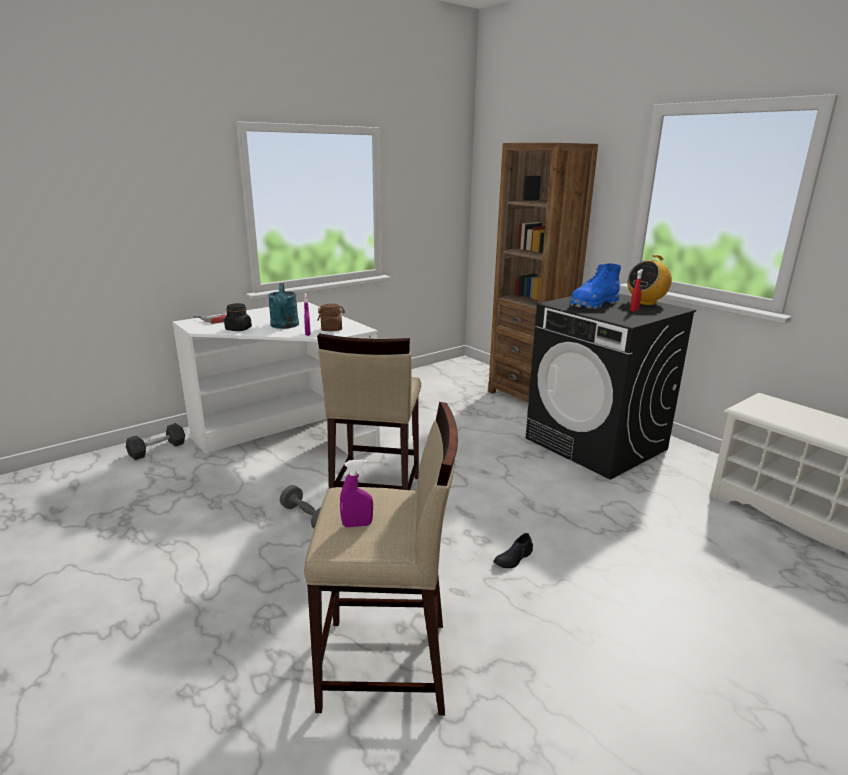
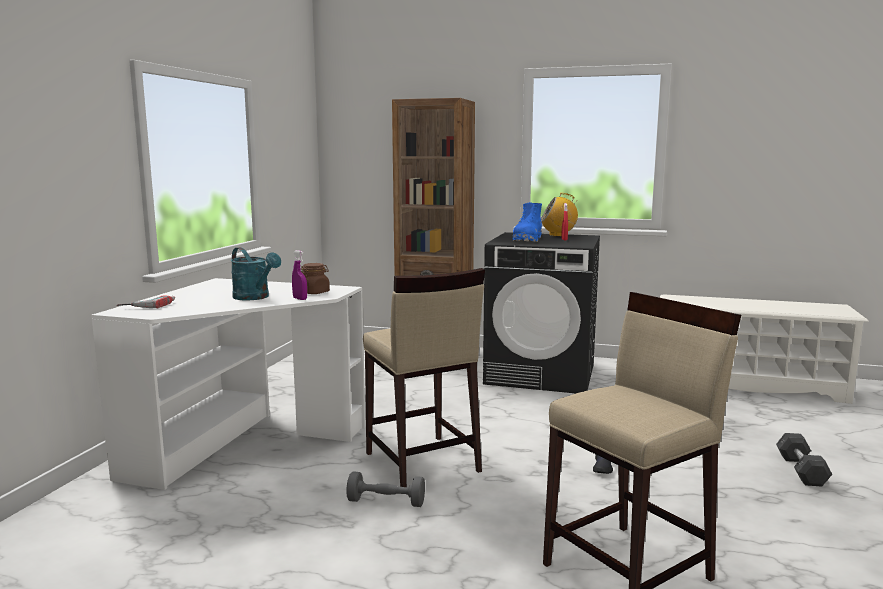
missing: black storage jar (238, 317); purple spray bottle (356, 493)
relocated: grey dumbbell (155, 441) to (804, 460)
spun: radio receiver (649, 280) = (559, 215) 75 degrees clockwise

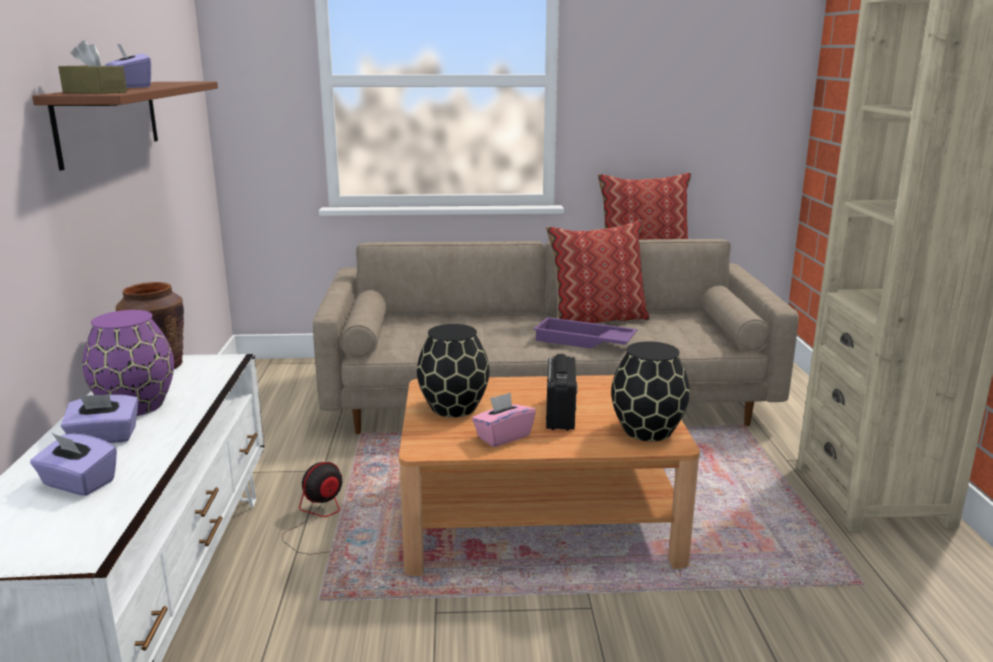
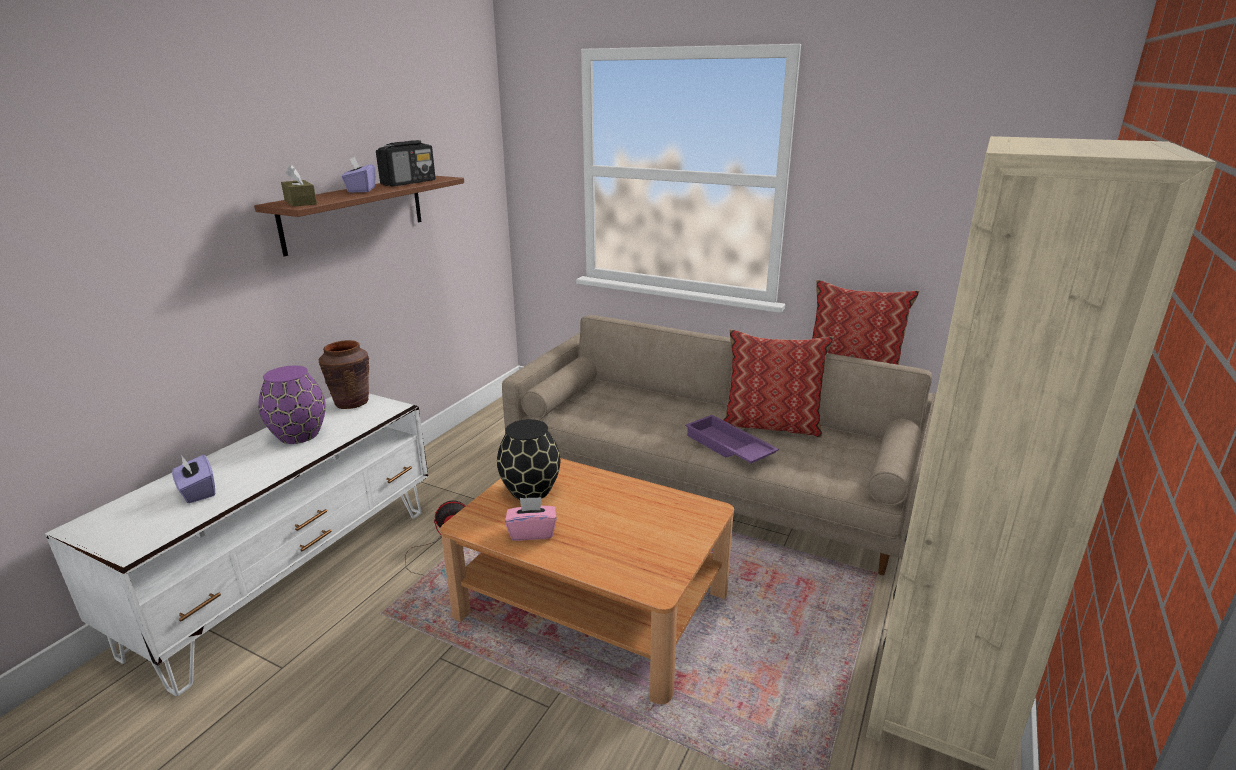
missing: purple tissue holder (99, 418); black decorative vase (650, 391)
relocated: radio receiver (561, 392) to (406, 163)

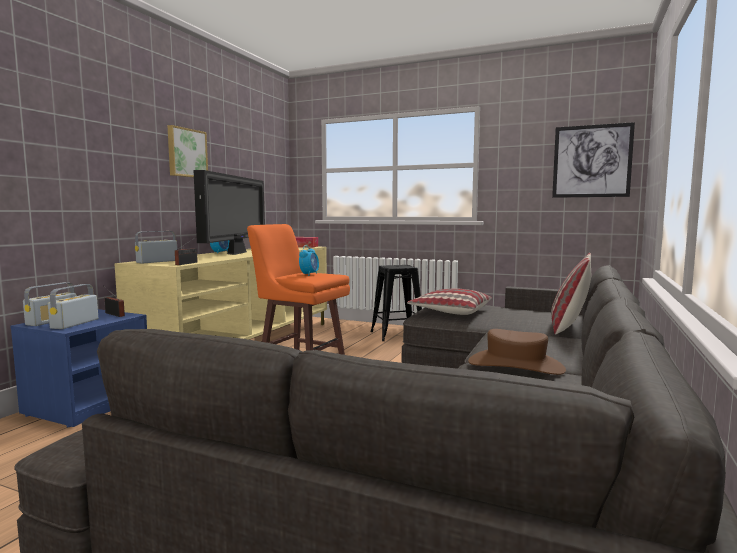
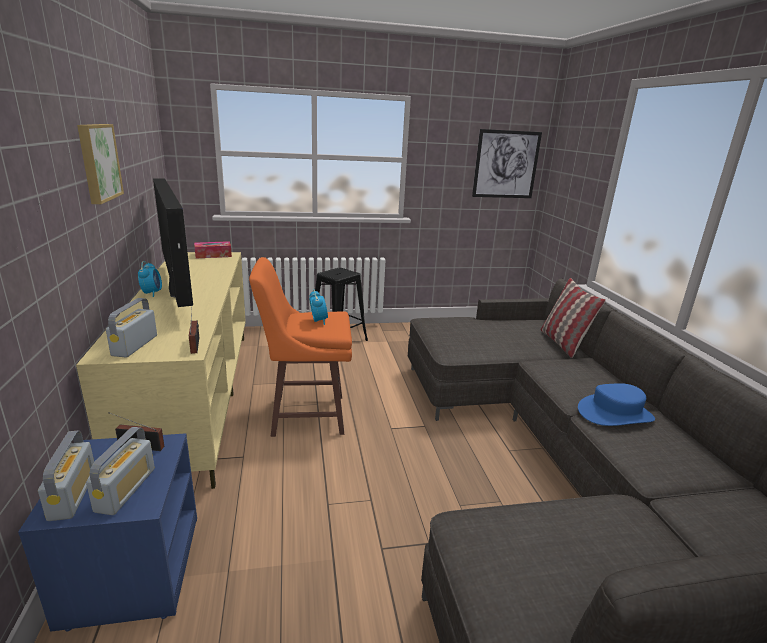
missing: throw pillow (449, 301)
colour: brown-coloured wearable hat (517, 352) to blue-coloured wearable hat (616, 404)
spun: radio receiver (73, 306) = (120, 471) 150 degrees counterclockwise

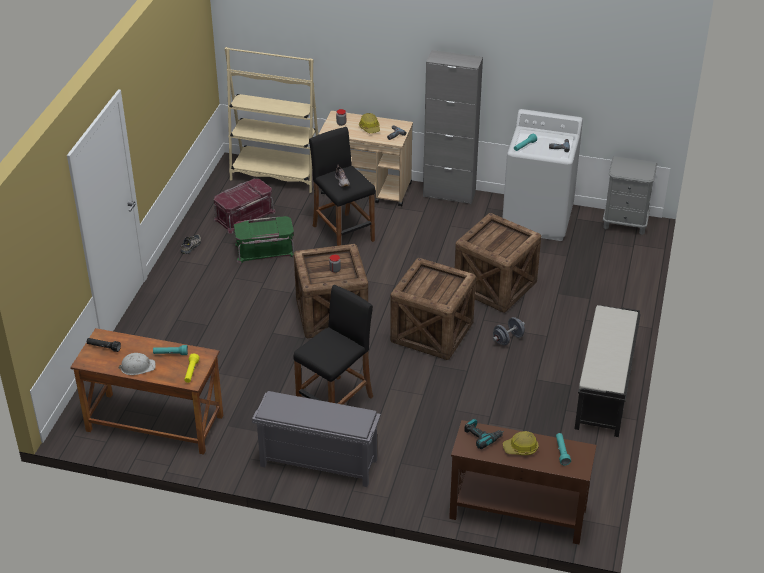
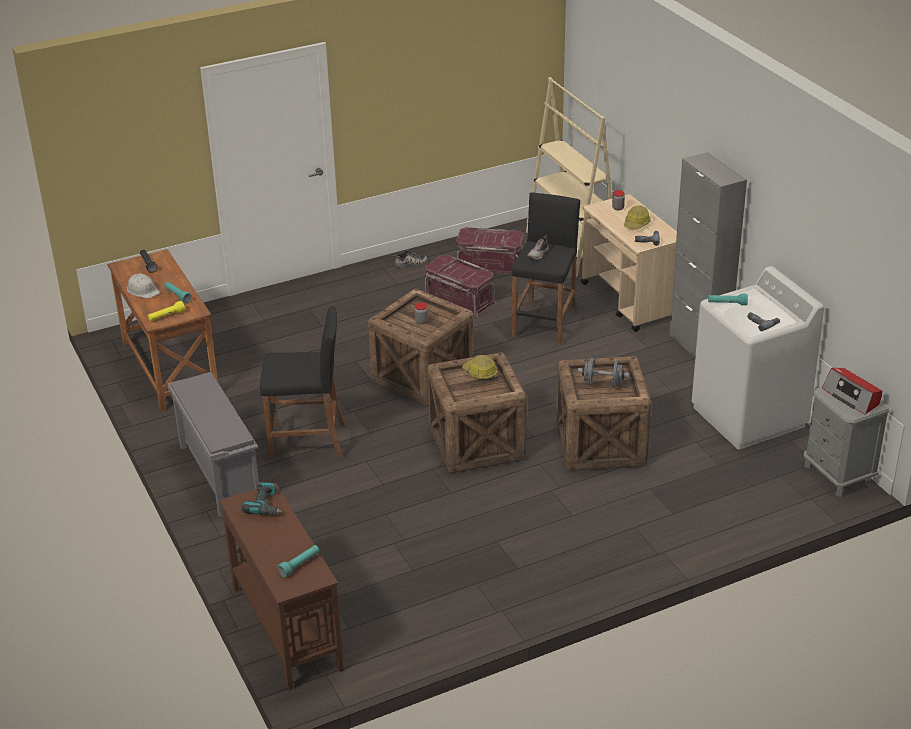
missing: black indoor bench (608, 371)
appeared: radio receiver (852, 391)
relocated: grey dumbbell (509, 331) to (603, 373); safety helmet (521, 443) to (479, 367)
colour: green-coloured storage bin (264, 239) to red storage bin (461, 286)

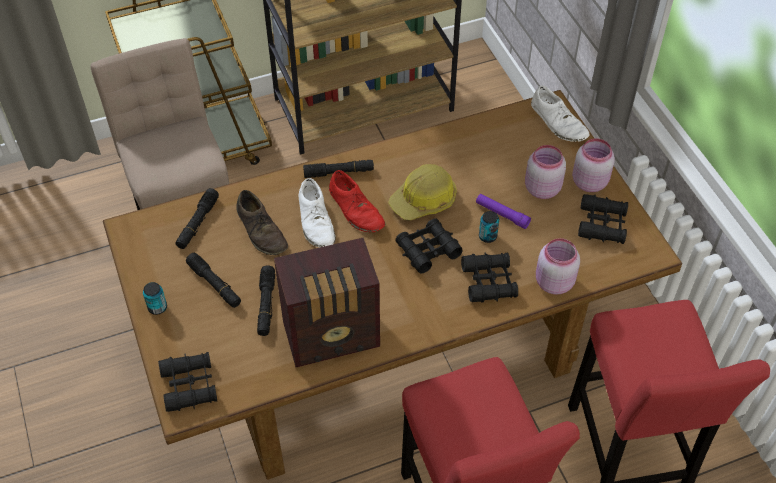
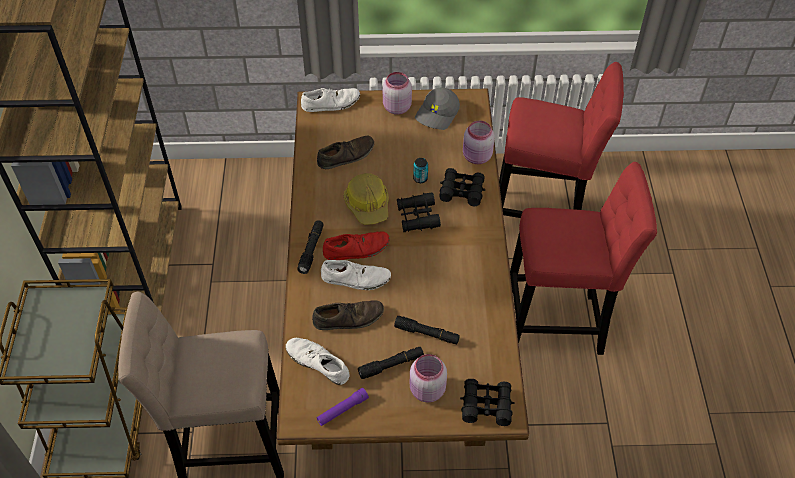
missing: metal can (155, 298); radio receiver (327, 302)
appeared: brown-coloured shoe (345, 152)
relocated: purple flashlight (503, 211) to (343, 407); pinkish storage jar (545, 172) to (428, 378)
exchanged: black flashlight (197, 218) to white shoe (317, 361); black binoculars (603, 219) to grey peaked cap (437, 108)

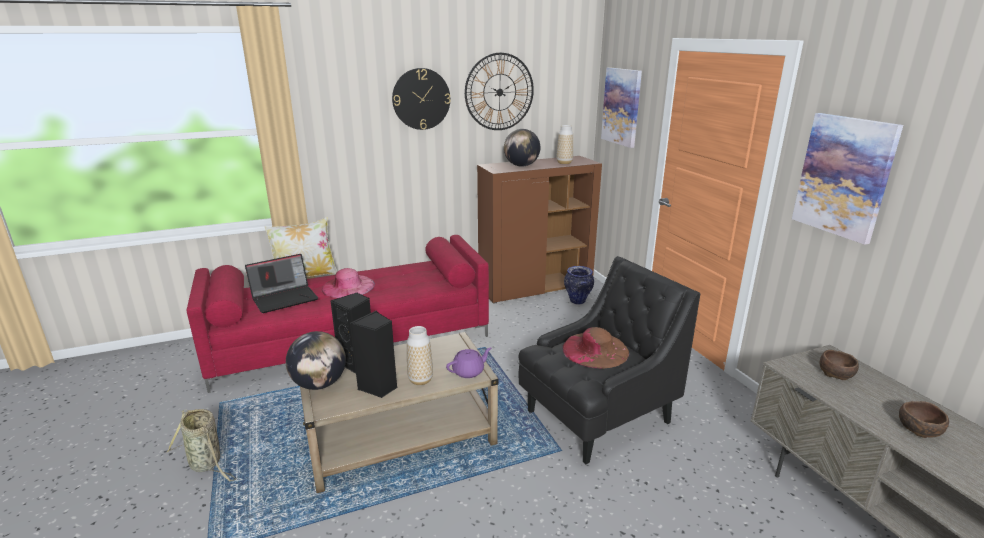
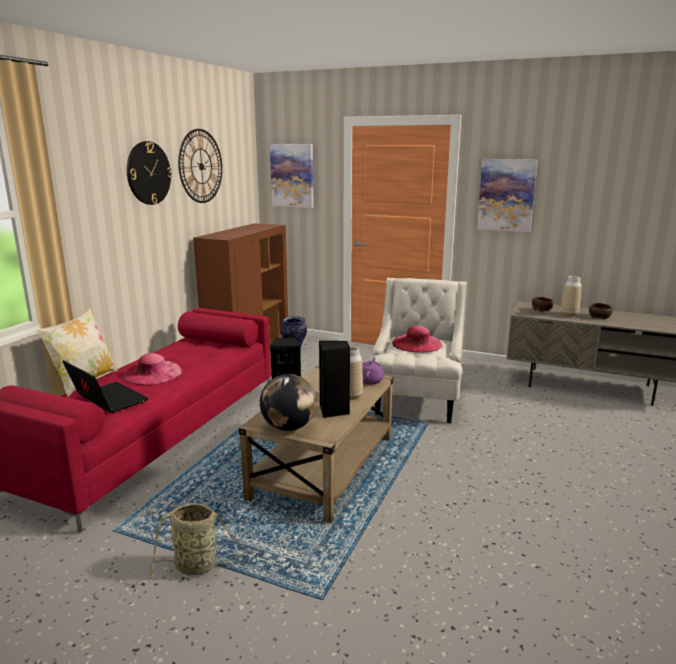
missing: globe (522, 147)
relocated: decorative vase (565, 144) to (571, 296)
colour: black lounge chair (609, 360) to white lounge chair (419, 350); brown-coloured wearable hat (595, 348) to pinkish wearable hat (417, 339)
spun: notebook computer (281, 283) = (105, 386) 60 degrees counterclockwise

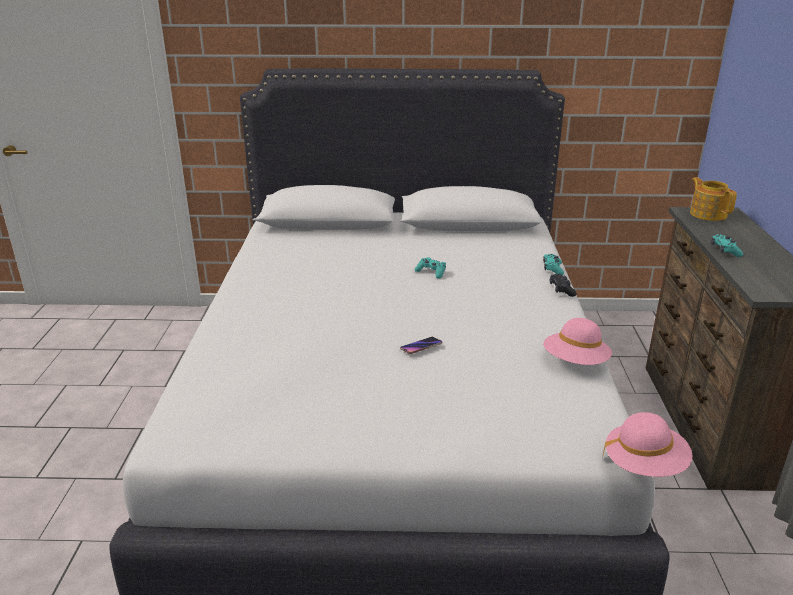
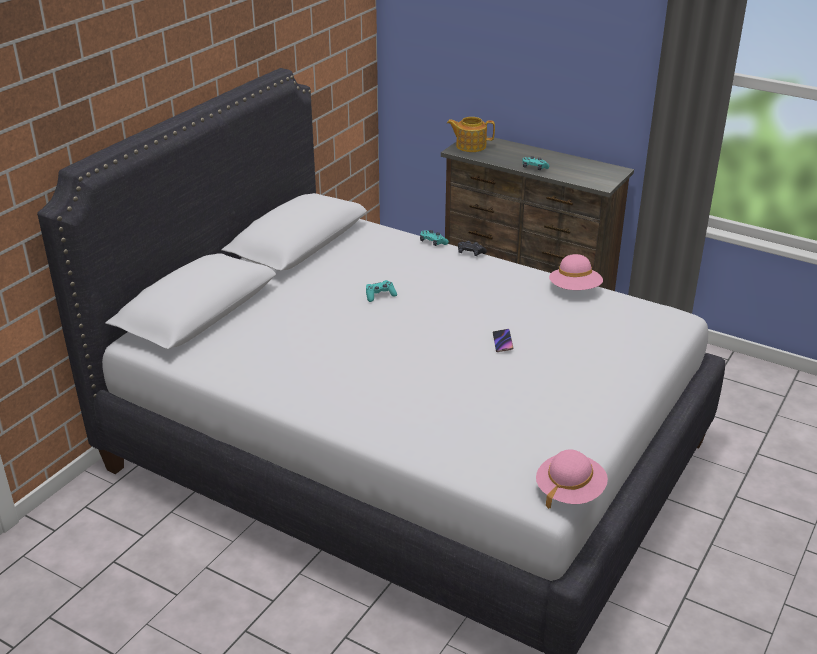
relocated: pinkish wearable hat (647, 444) to (572, 479)

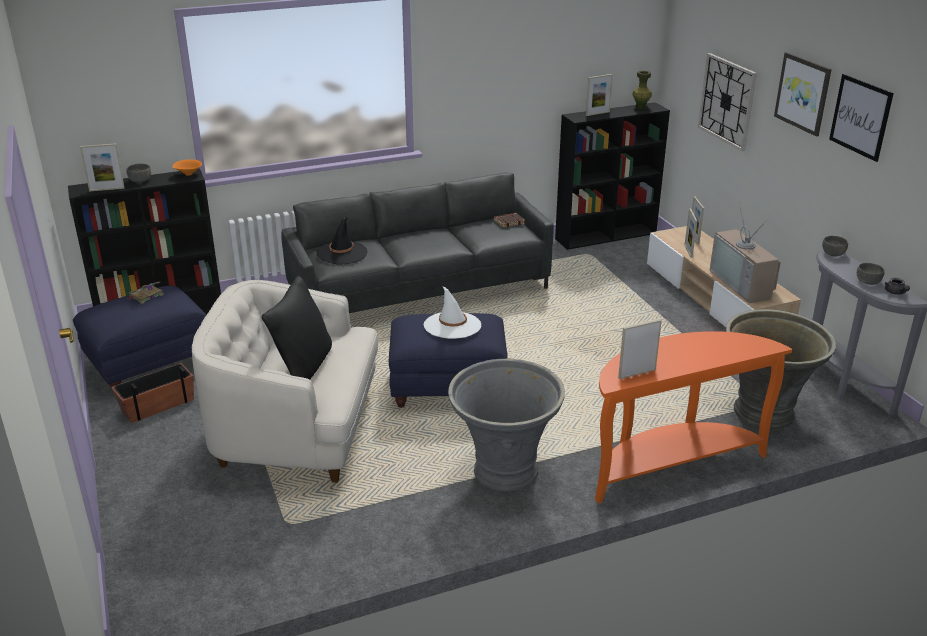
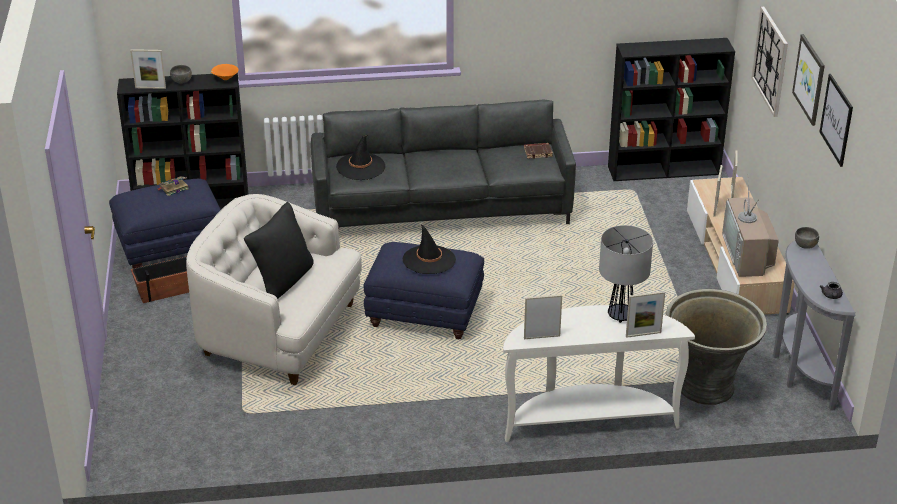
missing: grey planter (506, 425); green-coloured decorative vase (642, 90); grey serving bowl (870, 274)
appeared: tabletop lamp (626, 274)
relocated: standing frame (599, 95) to (645, 314)
colour: white wearable hat (452, 312) to black wearable hat (429, 249); orangey narrow table (693, 417) to white narrow table (599, 373)

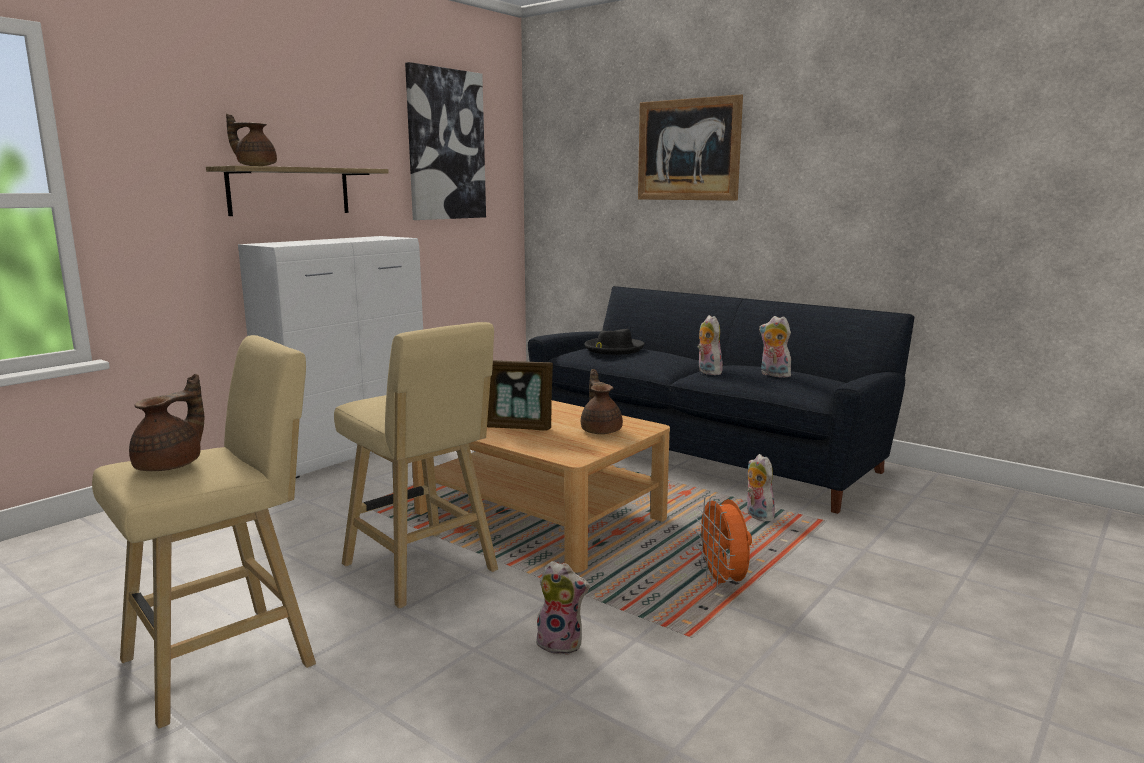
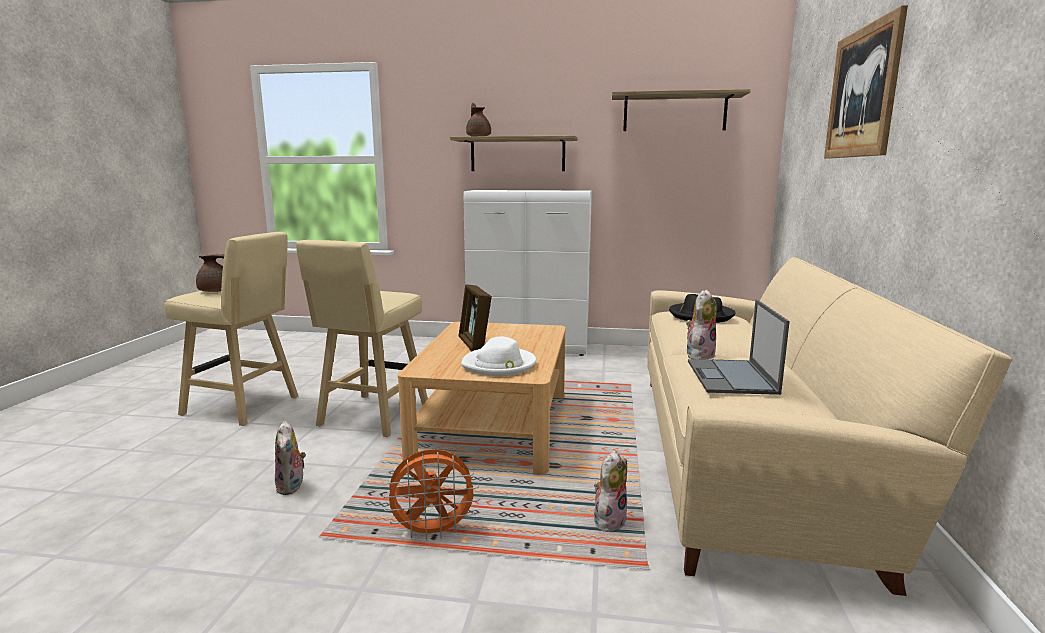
exchanged: wall art (445, 141) to bracket shelf (681, 110); brown-coloured teapot (602, 401) to white wearable hat (498, 356); soft toy (776, 347) to notebook computer (739, 347)
colour: black settee (721, 400) to sand-coloured settee (829, 426)
spun: orangey electric fan (723, 542) = (431, 494) 150 degrees counterclockwise

